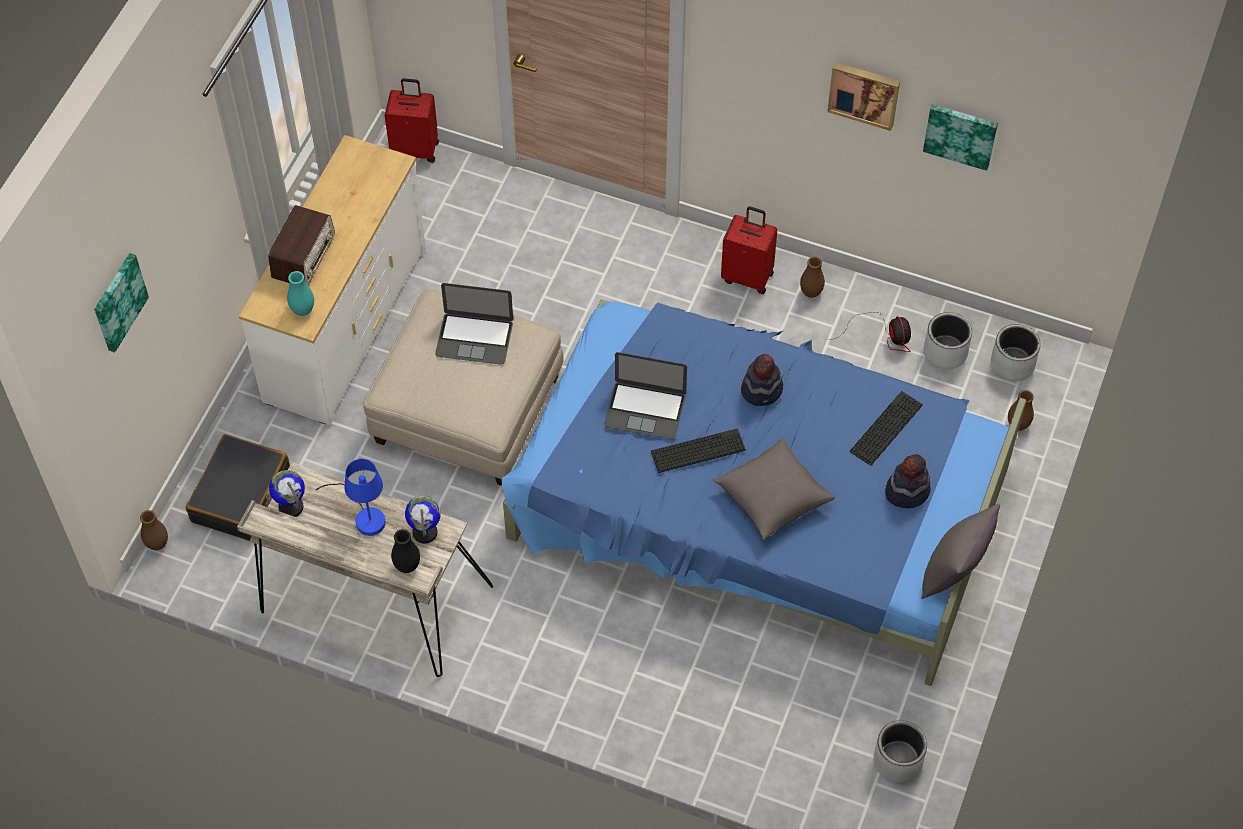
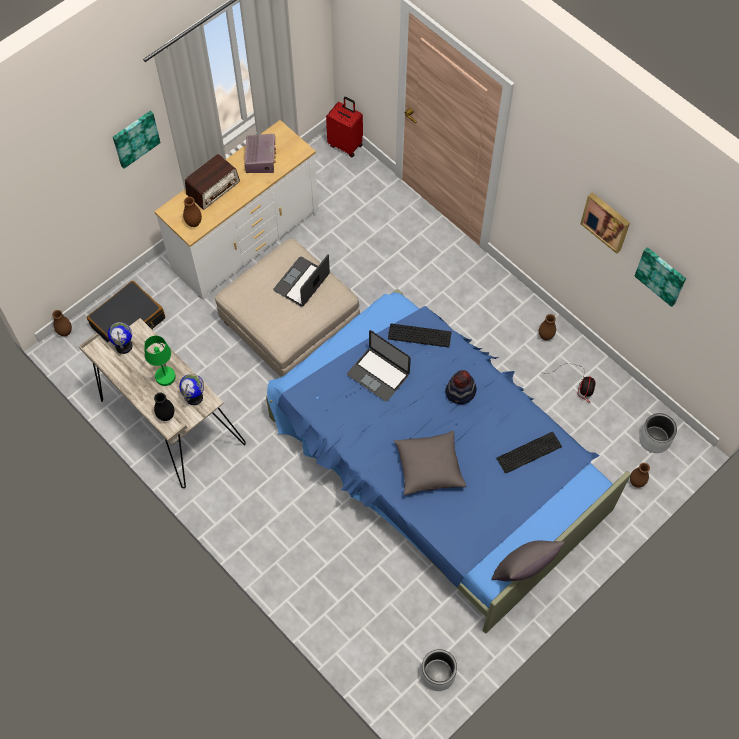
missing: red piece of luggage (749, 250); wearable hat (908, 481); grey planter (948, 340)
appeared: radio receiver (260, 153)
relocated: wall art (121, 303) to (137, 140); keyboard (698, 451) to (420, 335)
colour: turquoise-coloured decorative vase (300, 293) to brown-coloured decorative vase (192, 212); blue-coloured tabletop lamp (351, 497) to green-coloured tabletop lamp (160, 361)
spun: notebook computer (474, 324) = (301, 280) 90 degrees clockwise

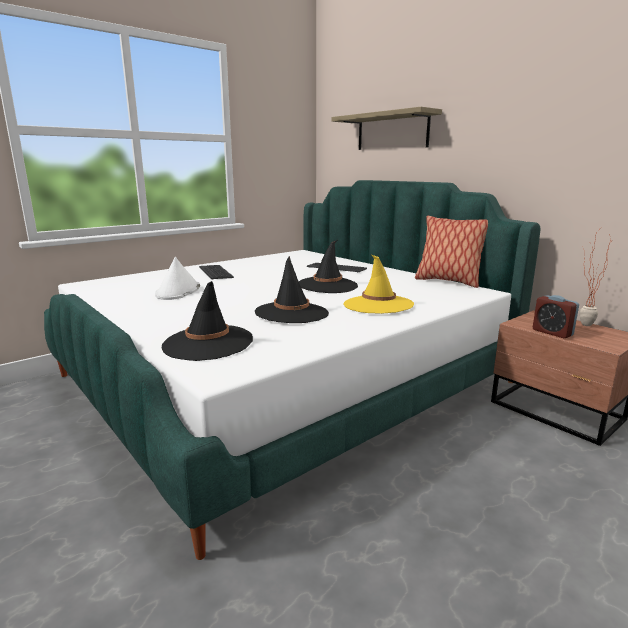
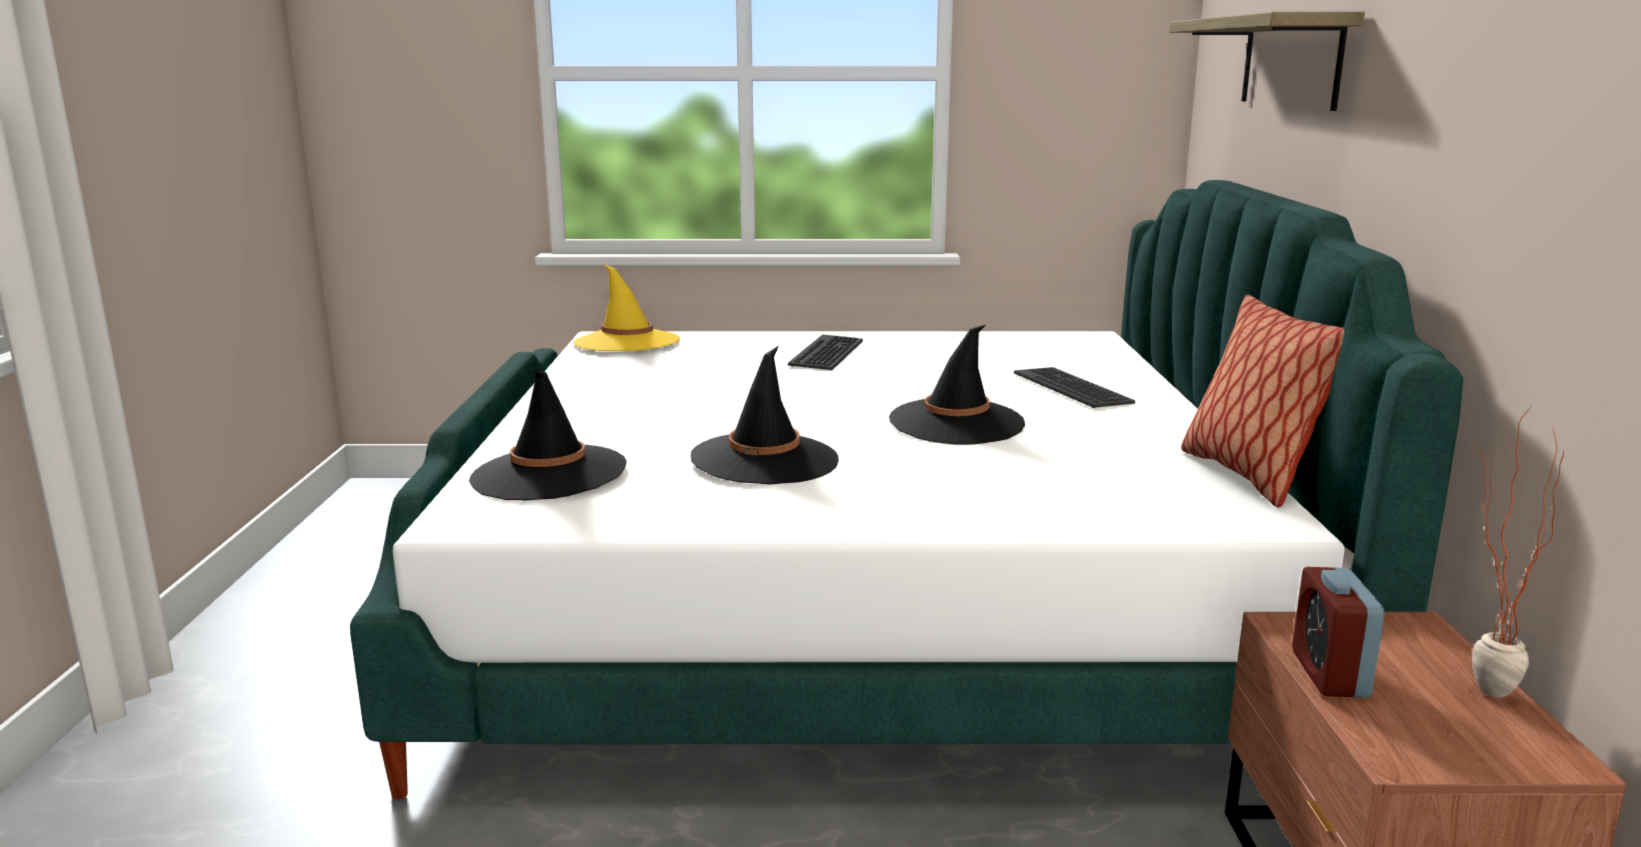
missing: white wearable hat (177, 278)
relocated: yellow-coloured wearable hat (379, 284) to (626, 307)

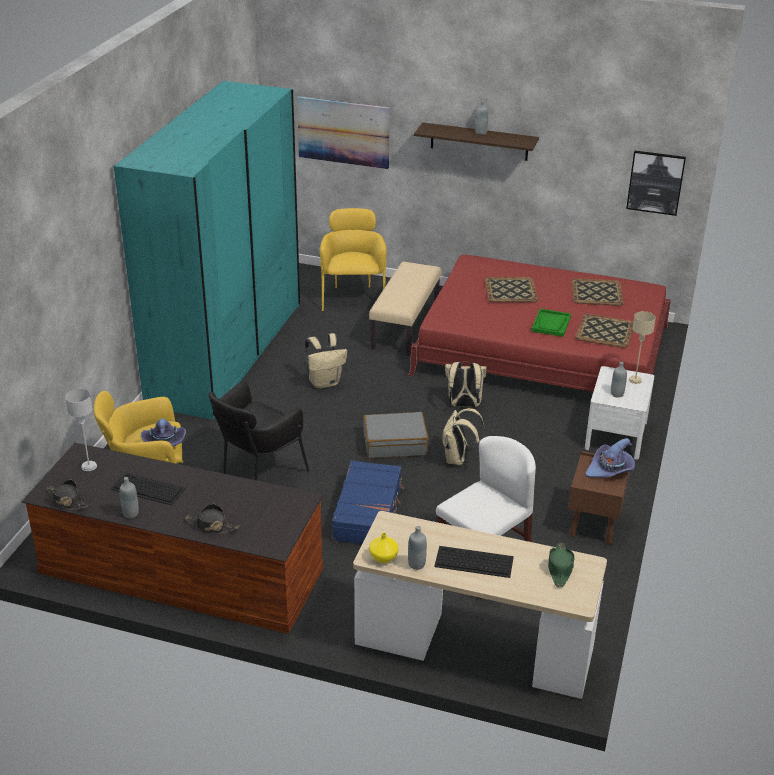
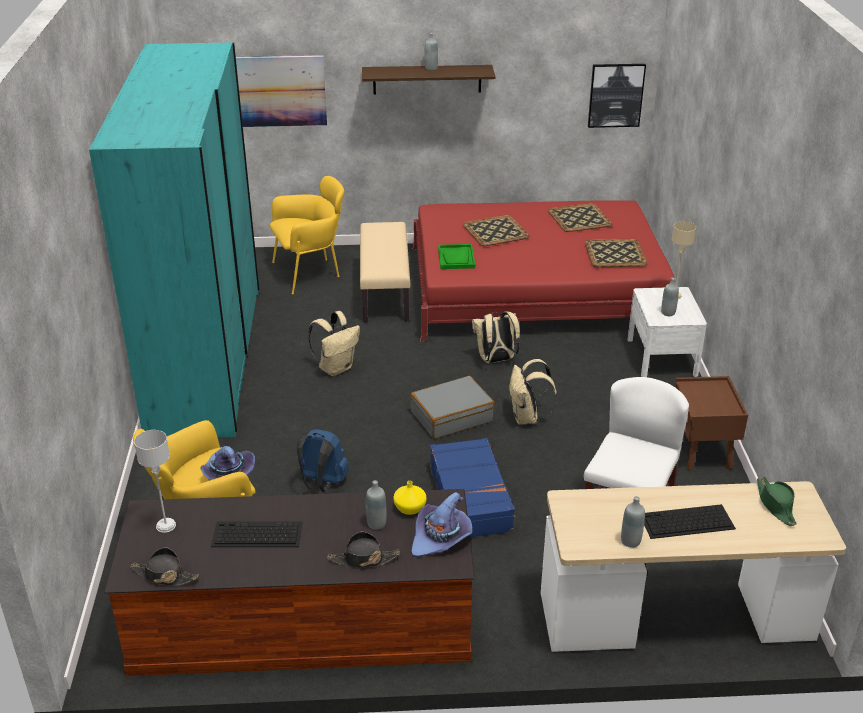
relocated: grey bottle (129, 497) to (376, 505); yellow-coloured decorative vase (383, 548) to (410, 498); green-coloured tray (551, 323) to (456, 256); purple wearable hat (610, 458) to (442, 524)
exchanged: black lounge chair (259, 431) to blue-coloured backpack (323, 460)
spun: yellow-coloured lounge chair (353, 259) = (307, 235) 90 degrees clockwise

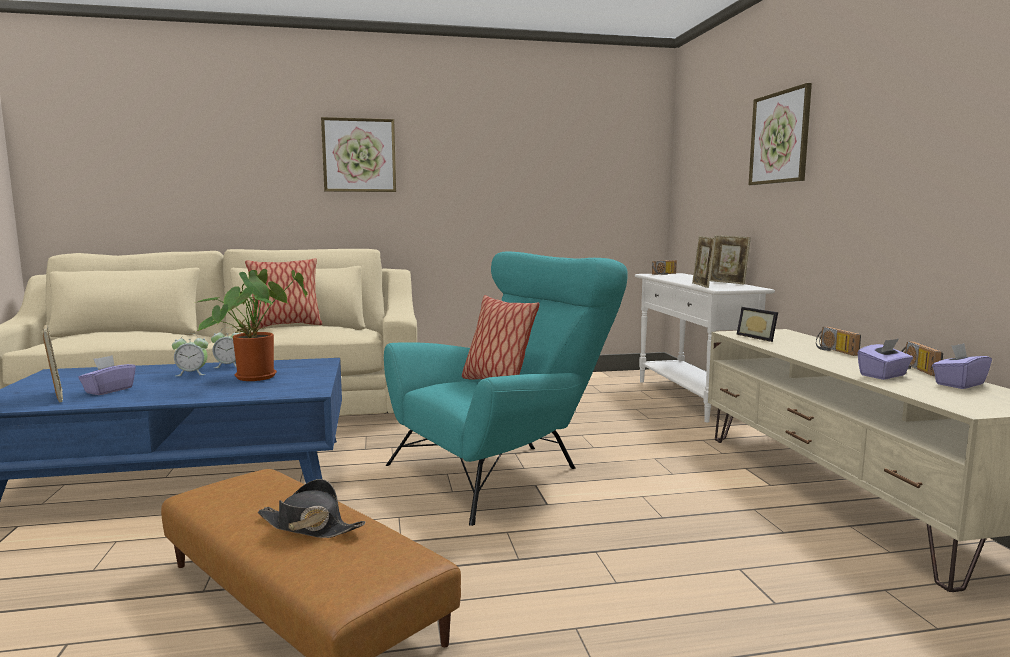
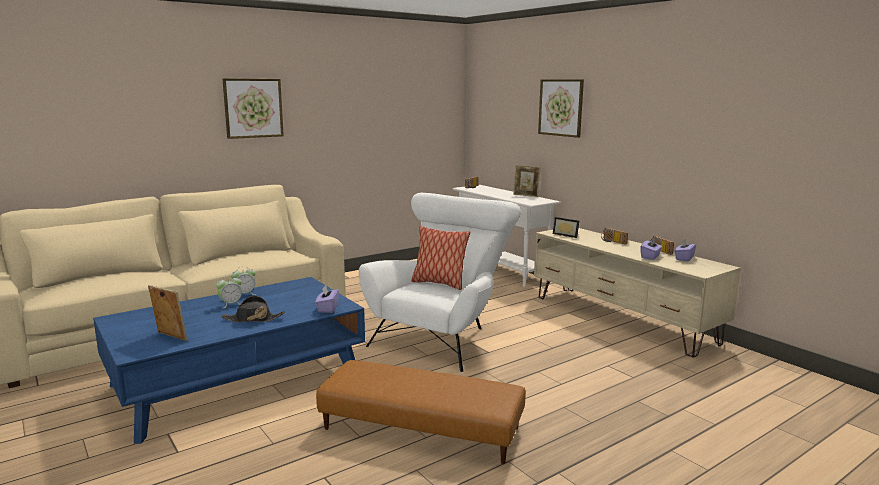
missing: houseplant (251, 325); throw pillow (283, 293); standing frame (704, 262)
relocated: purple tissue holder (107, 375) to (327, 299); black wearable hat (312, 508) to (253, 309)
colour: turquoise-coloured lounge chair (506, 388) to white lounge chair (440, 282)

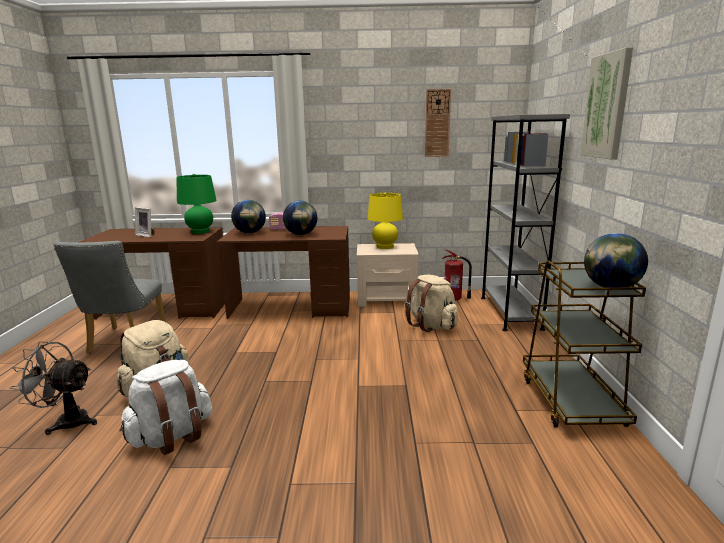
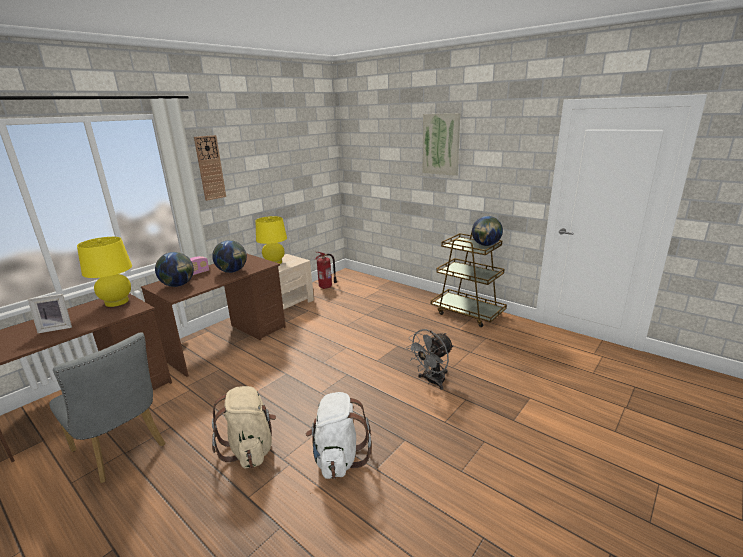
missing: sand-coloured backpack (431, 303); grey bookshelf (525, 222)
relocated: grey electric fan (53, 388) to (430, 359); hanging clock (438, 123) to (210, 168)
colour: green-coloured tabletop lamp (196, 204) to yellow-coloured tabletop lamp (104, 272)

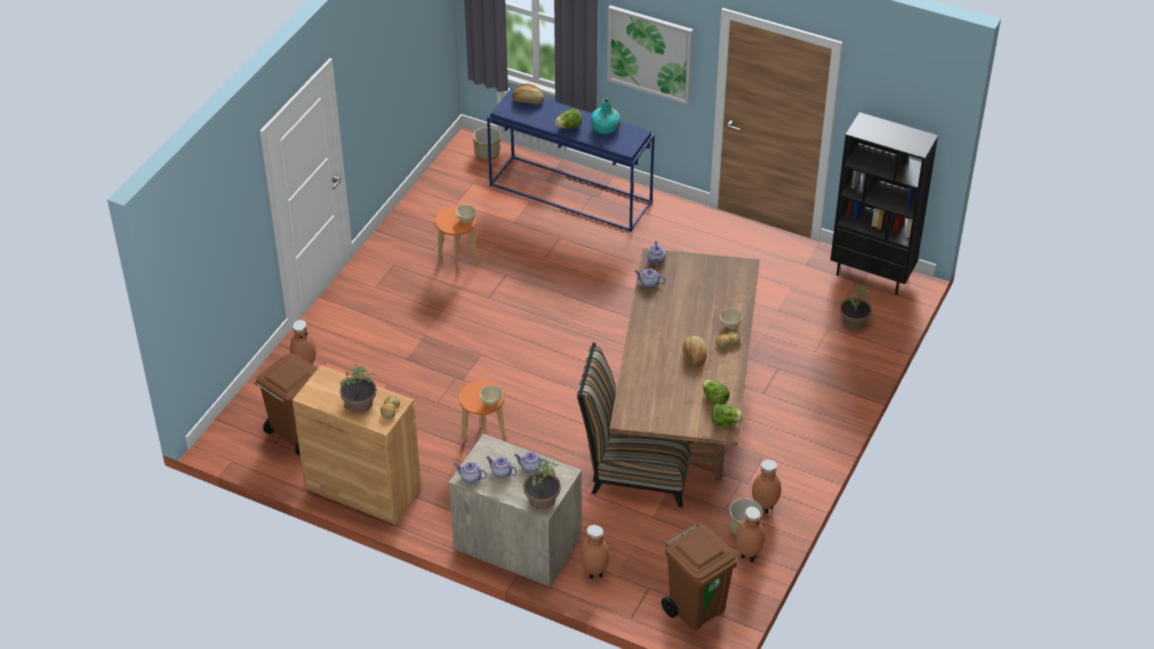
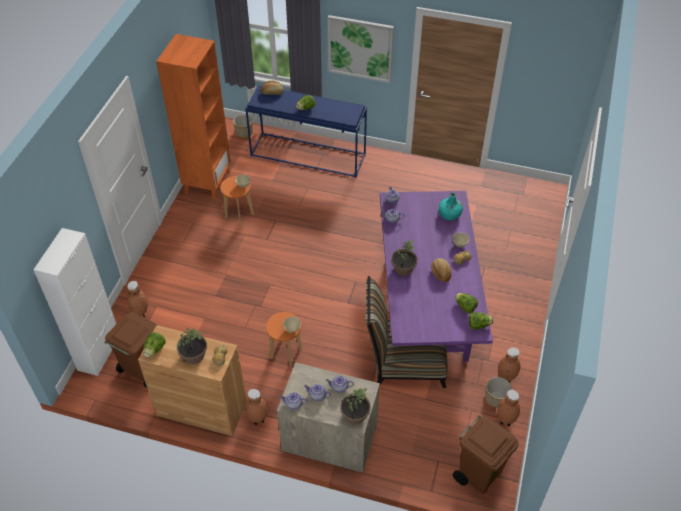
missing: black bookshelf (884, 203)
appeared: white cabinet (74, 302); head of lettuce (154, 344); orangey bookshelf (193, 116)
relocated: brown-coloured decorative vase (595, 552) to (256, 407); turquoise-coloured bottle (606, 116) to (451, 206); houseplant (856, 307) to (404, 258)
colour: brown-coloured dinner table (685, 364) to purple dinner table (436, 276)

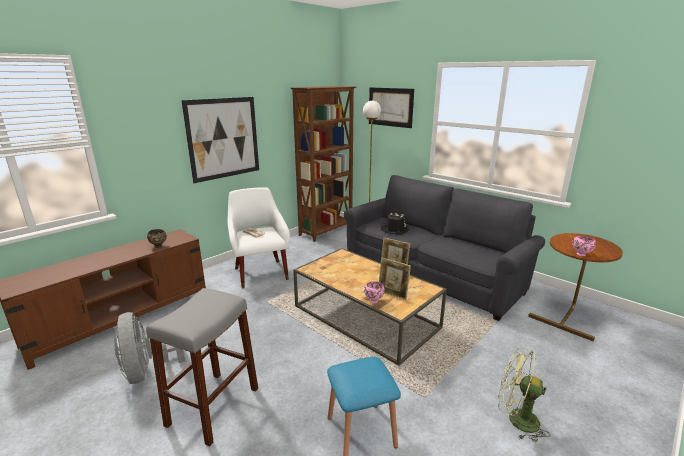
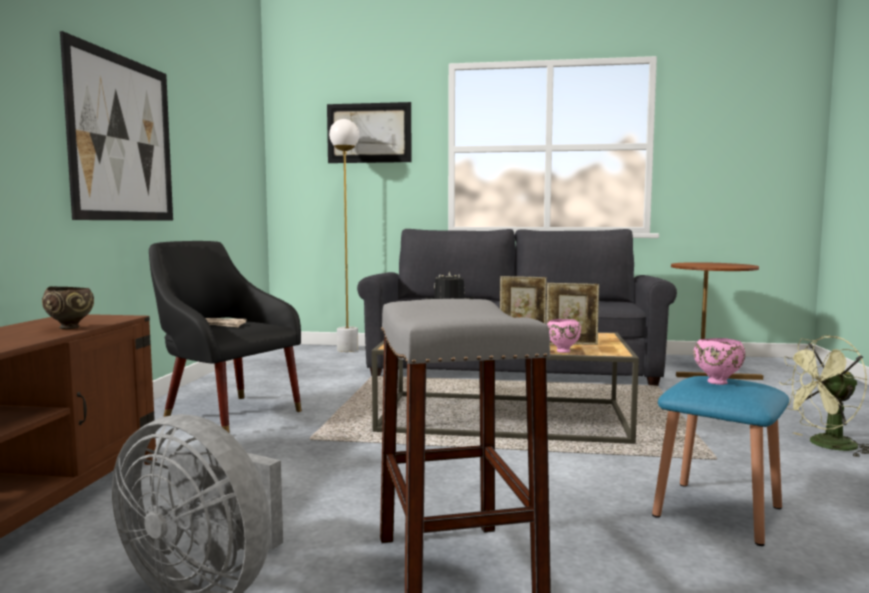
missing: brown-coloured bookshelf (323, 164)
relocated: pinkish serving bowl (584, 246) to (720, 361)
colour: white lounge chair (259, 237) to black lounge chair (225, 336)

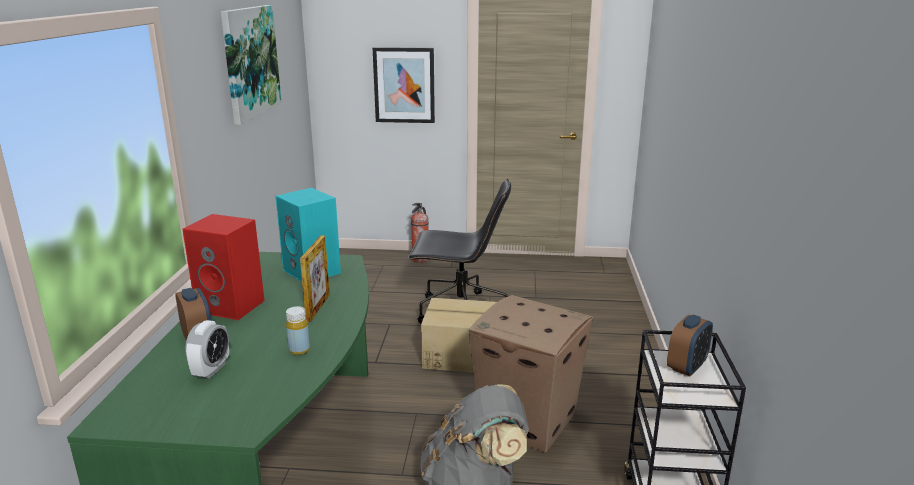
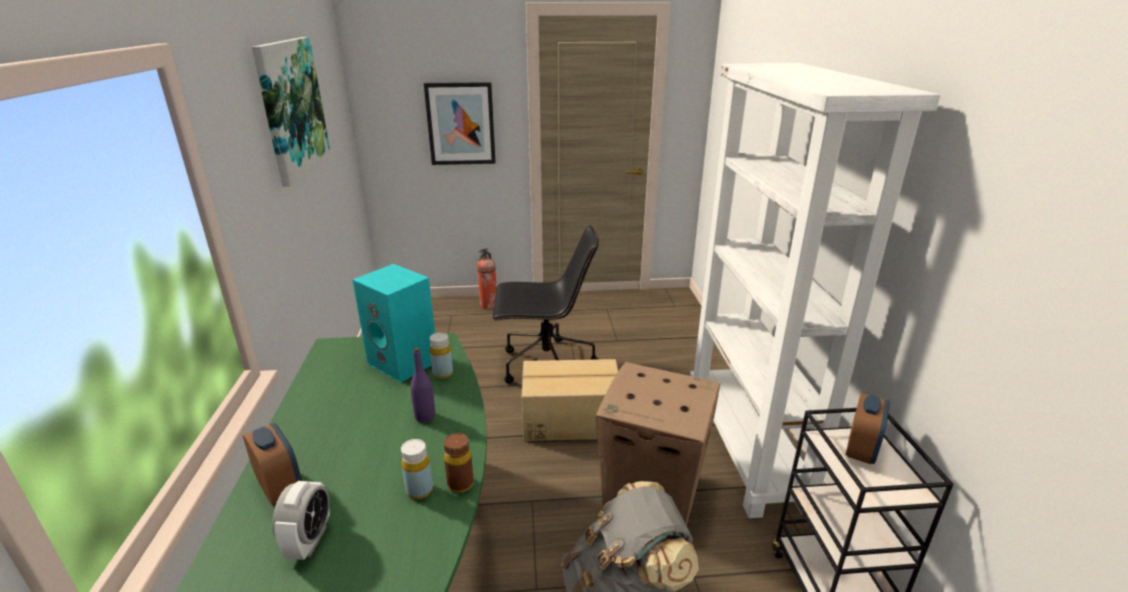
missing: red loudspeaker (223, 267)
appeared: yellow-coloured bottle (441, 355); brown-coloured bottle (459, 463); white bookshelf (815, 290)
exchanged: standing frame (315, 278) to purple bottle (423, 385)

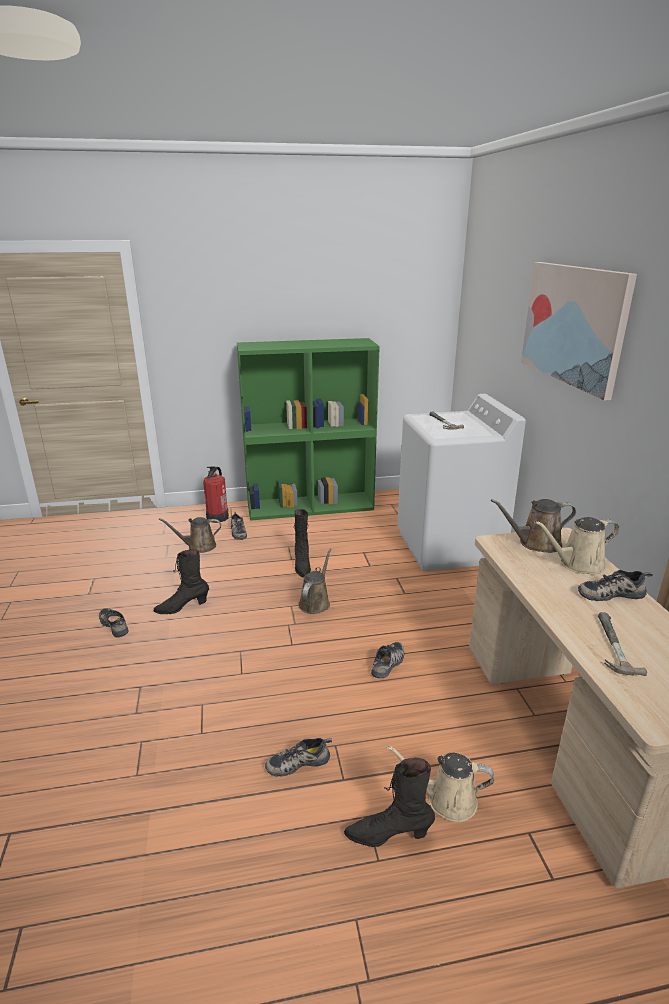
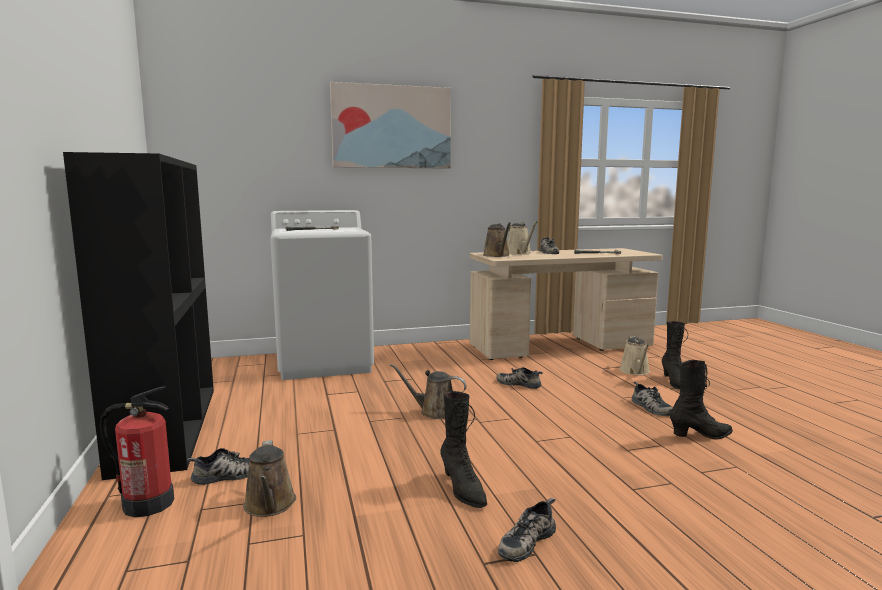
relocated: black tall boot (302, 543) to (701, 399)
colour: green-coloured bookshelf (308, 429) to black bookshelf (138, 316)

